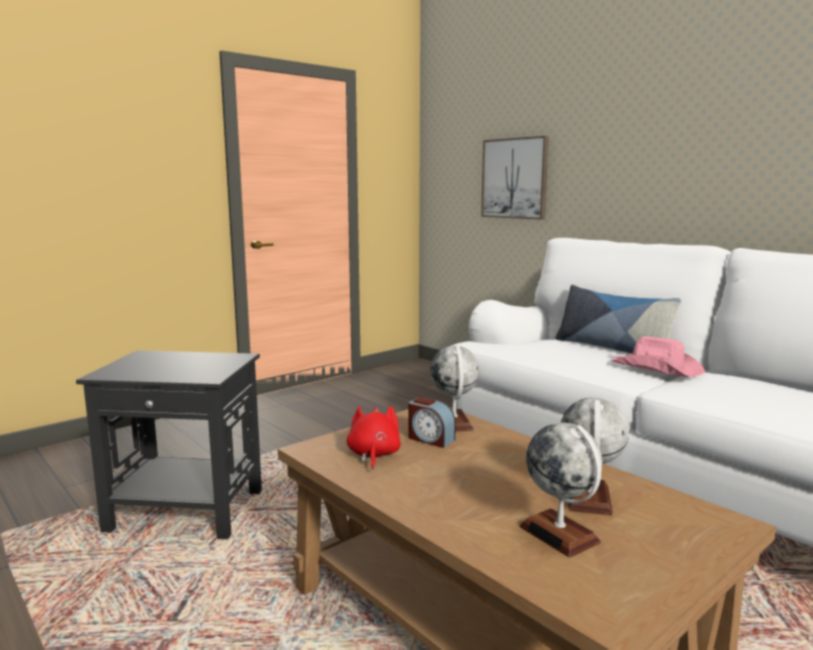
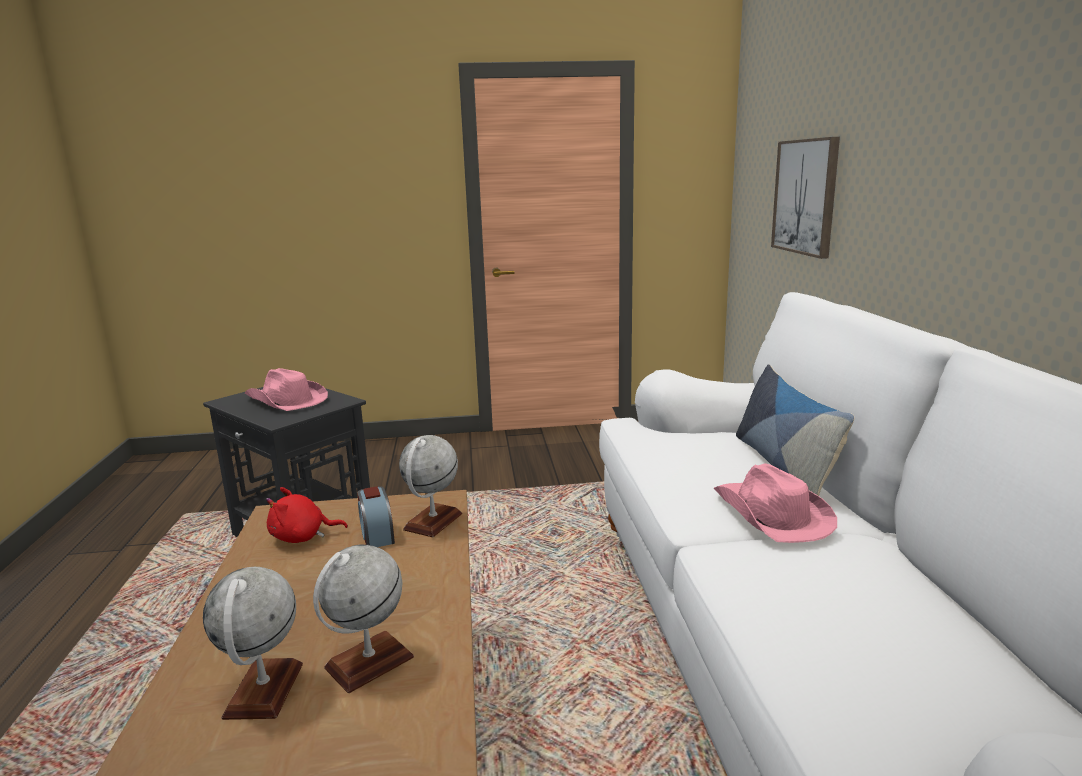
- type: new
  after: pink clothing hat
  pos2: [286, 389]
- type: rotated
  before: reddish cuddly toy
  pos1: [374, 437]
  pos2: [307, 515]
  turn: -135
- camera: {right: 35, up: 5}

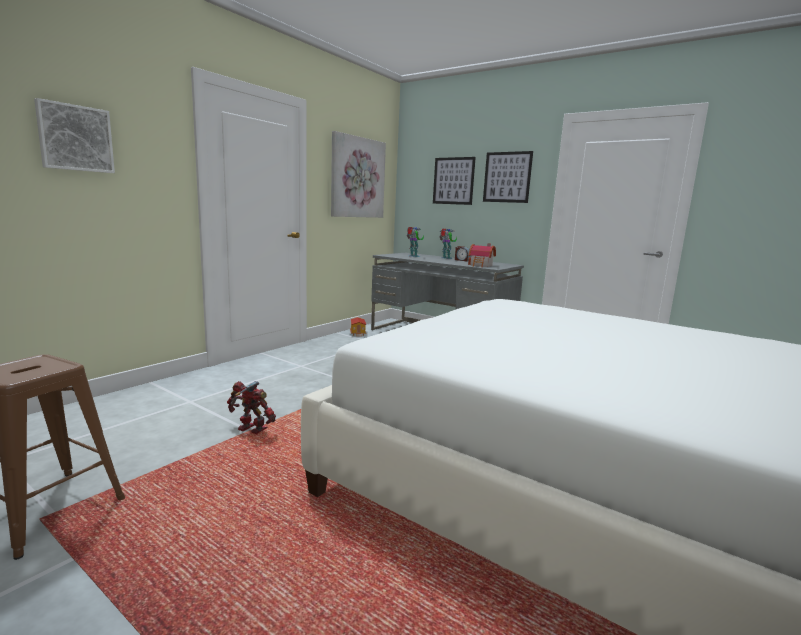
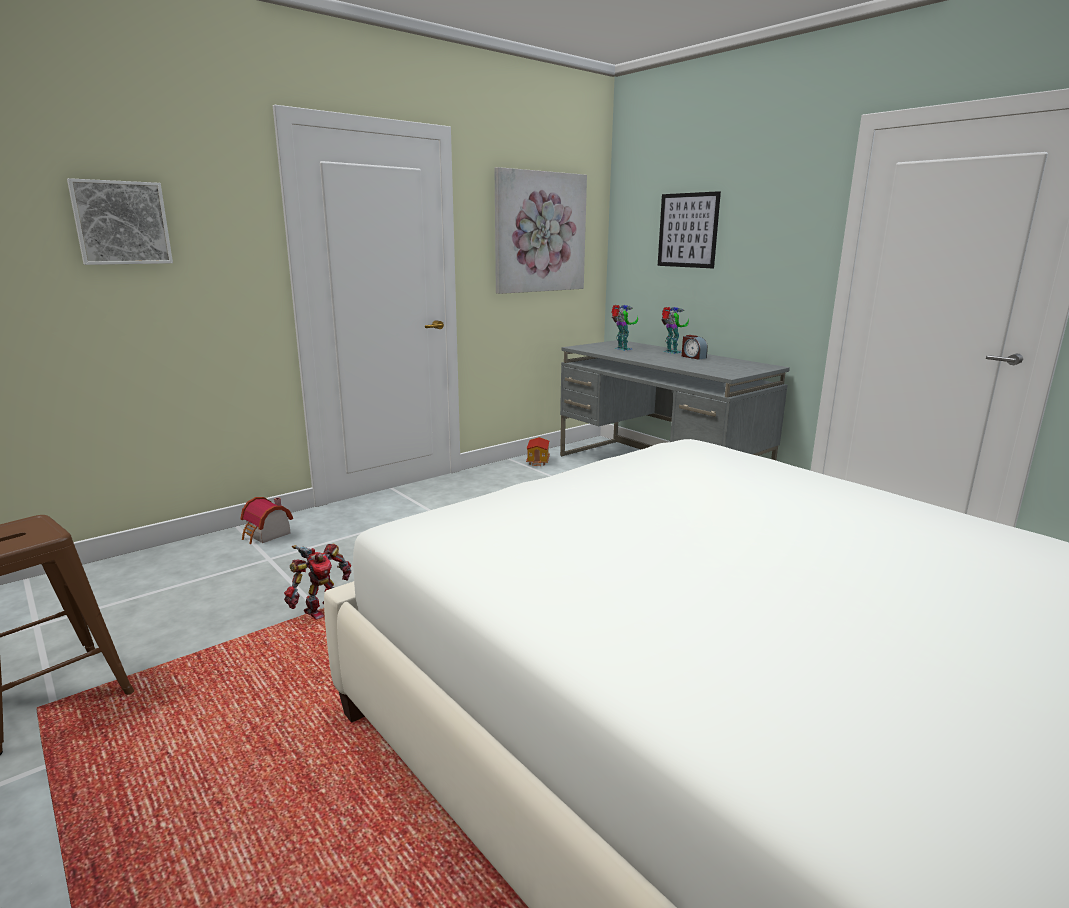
- type: gone
  before: wall picture
  pos1: [508, 177]
- type: shifted
  before: miniature house
  pos1: [482, 255]
  pos2: [267, 520]
- type: rotated
  before: model robot
  pos1: [251, 407]
  pos2: [317, 582]
  turn: 90
- camera: {right: 15, up: 5}

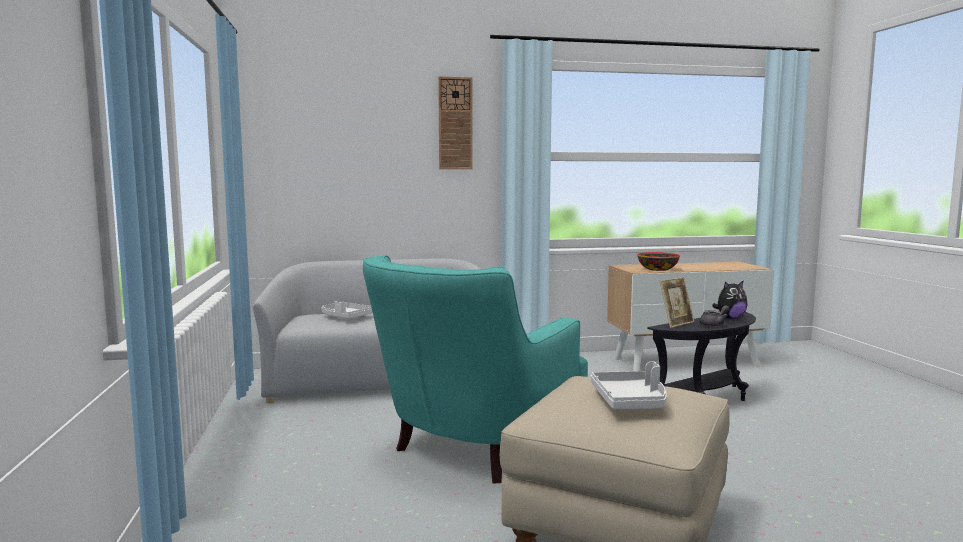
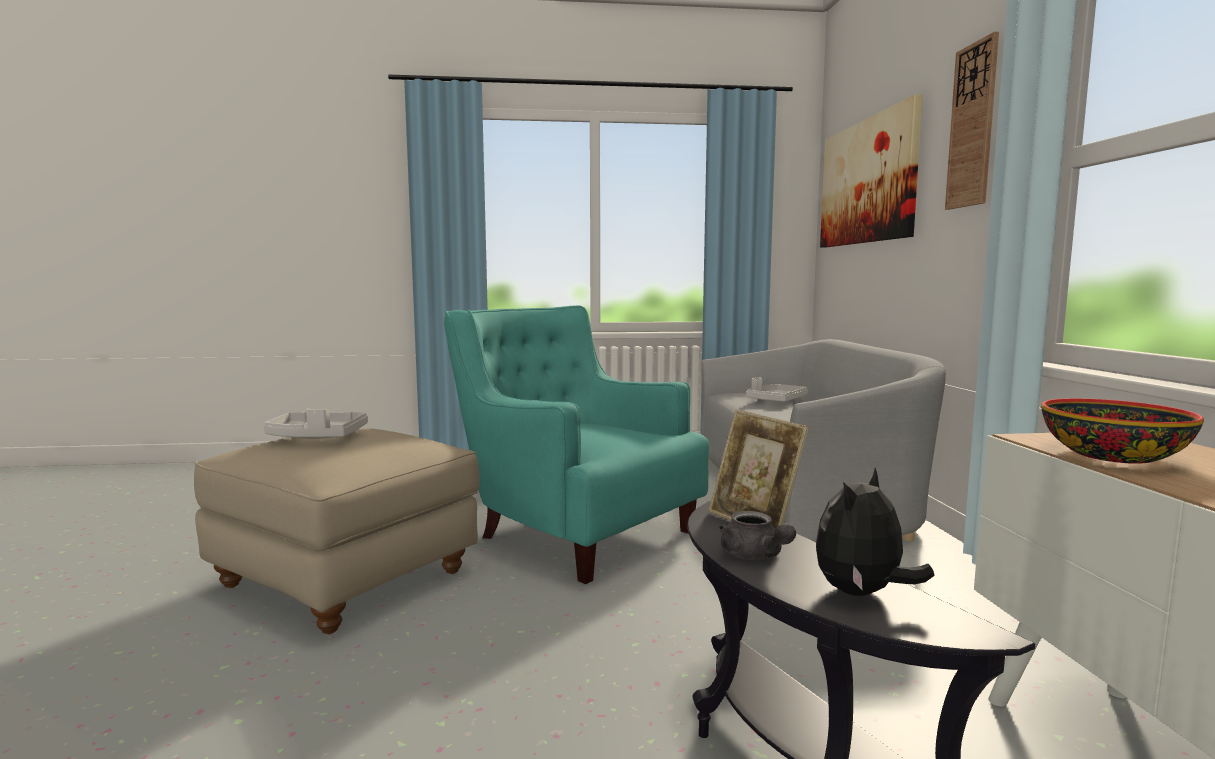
- type: new
  after: wall picture
  pos2: [871, 171]
- type: rotated
  before: cuddly toy
  pos1: [729, 299]
  pos2: [875, 532]
  turn: 60
- camera: {right: 95, up: 0}

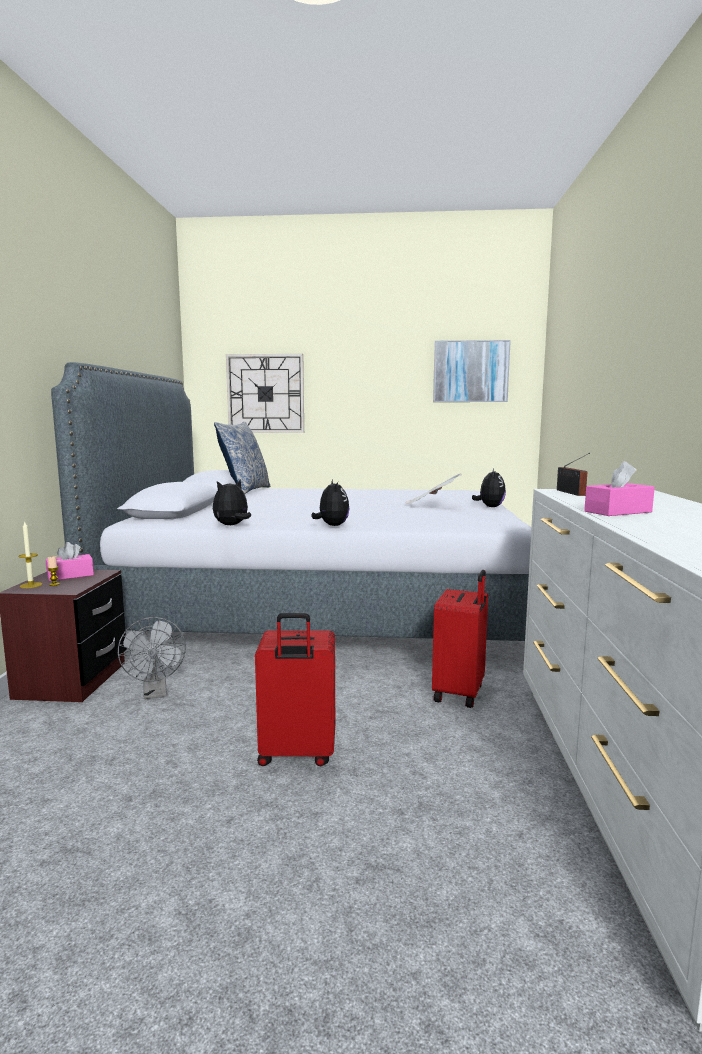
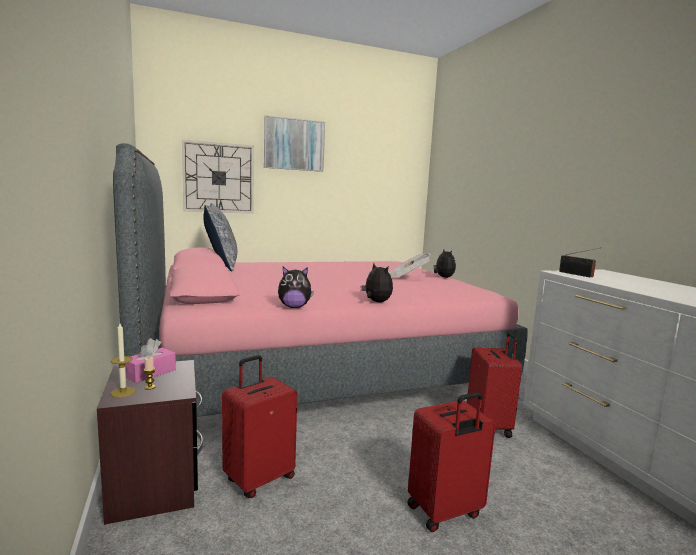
- type: gone
  before: pink box of tissues
  pos1: [619, 488]
- type: shifted
  before: wall picture
  pos1: [472, 371]
  pos2: [294, 143]
- type: swapped
  before: grey electric fan
  after: reddish suitcase
  pos1: [152, 658]
  pos2: [259, 426]
- type: repainted
  before: grey sleeping bed
  after: pink sleeping bed
  pos1: [291, 501]
  pos2: [320, 280]
- type: rotated
  before: cuddly toy
  pos1: [232, 502]
  pos2: [296, 287]
  turn: -120
- camera: {right: -25, up: 0}

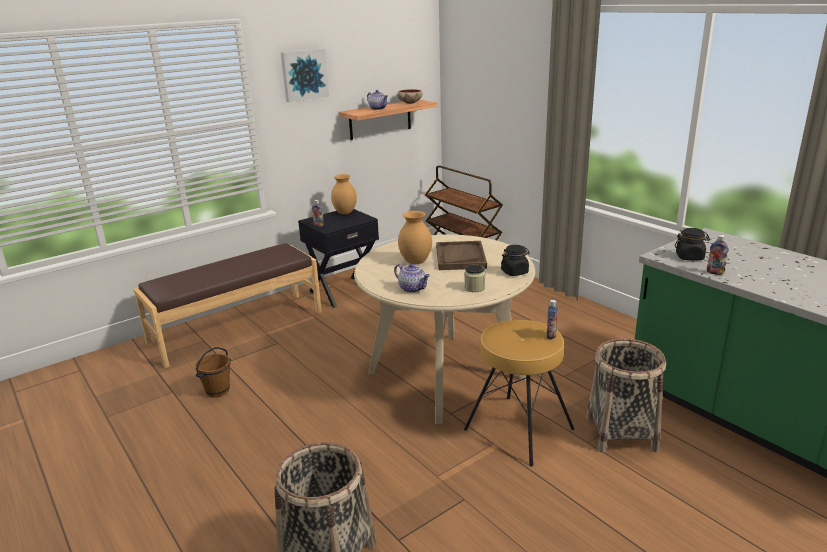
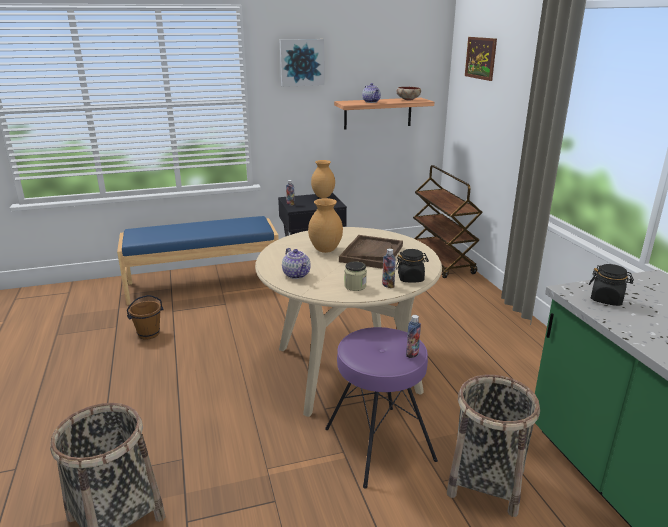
- type: new
  after: wall picture
  pos2: [481, 59]
- type: shifted
  before: bottle
  pos1: [718, 255]
  pos2: [389, 268]
- type: repainted
  before: brown-coloured indoor bench
  after: blue indoor bench
  pos1: [227, 305]
  pos2: [198, 260]
- type: repainted
  before: brown-coloured stool seat
  after: purple-coloured stool seat
  pos1: [519, 393]
  pos2: [381, 408]
- camera: {right: 20, up: 0}

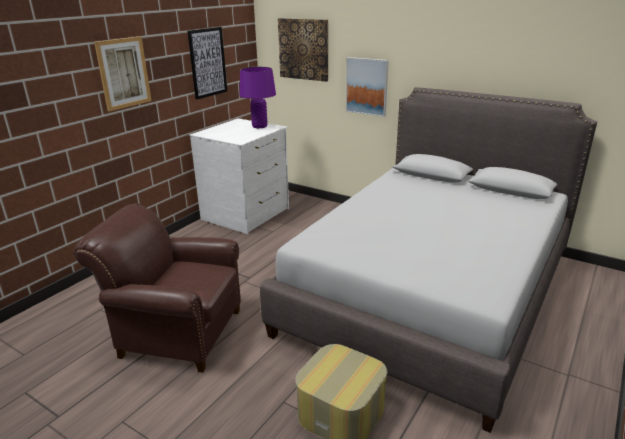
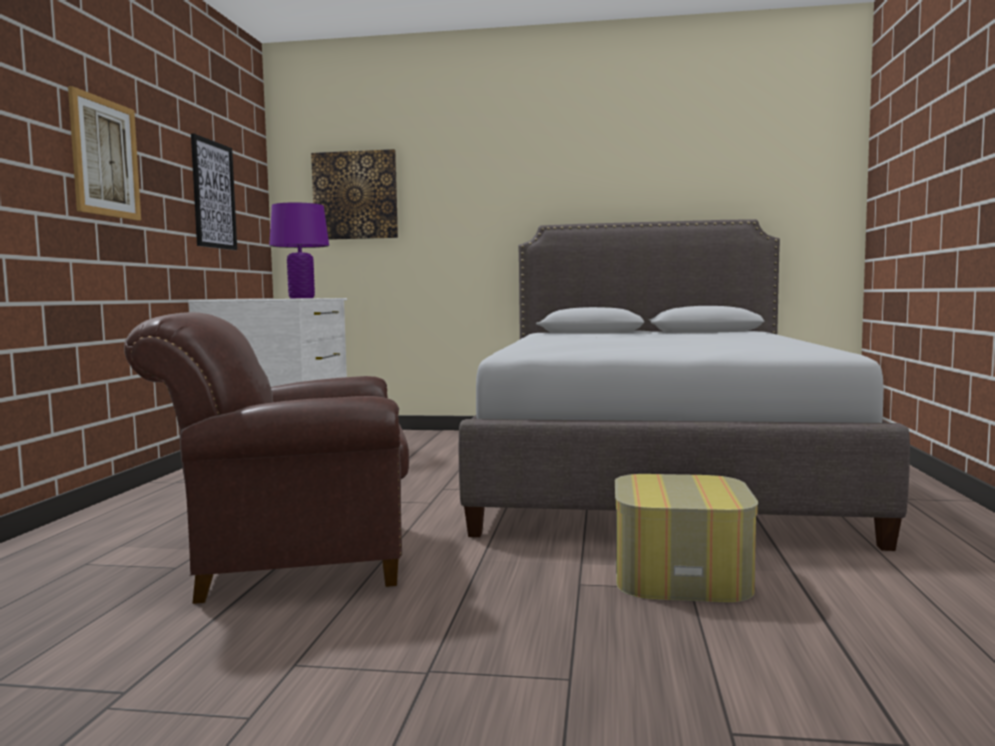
- type: gone
  before: wall picture
  pos1: [367, 87]
- camera: {right: -25, up: -20}

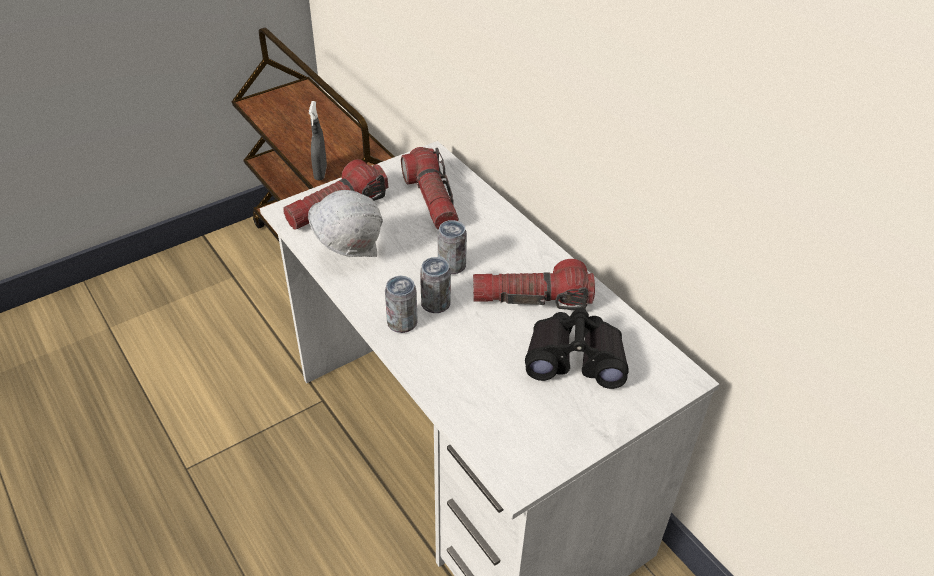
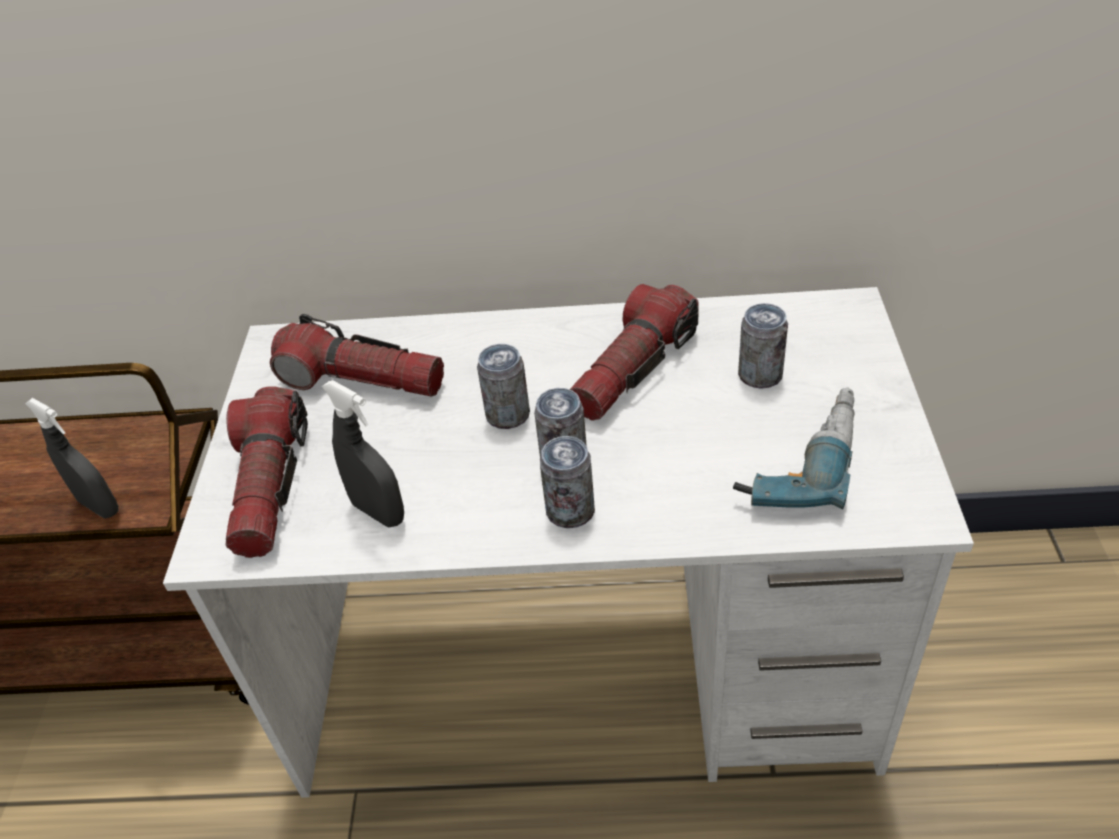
- type: new
  after: drill
  pos2: [793, 448]
- type: swapped
  before: white hard hat
  after: grey sprayer
  pos1: [345, 223]
  pos2: [363, 453]
- type: swapped
  before: black pair of binoculars
  after: sealed can
  pos1: [577, 348]
  pos2: [763, 346]
- camera: {right: -50, up: 0}

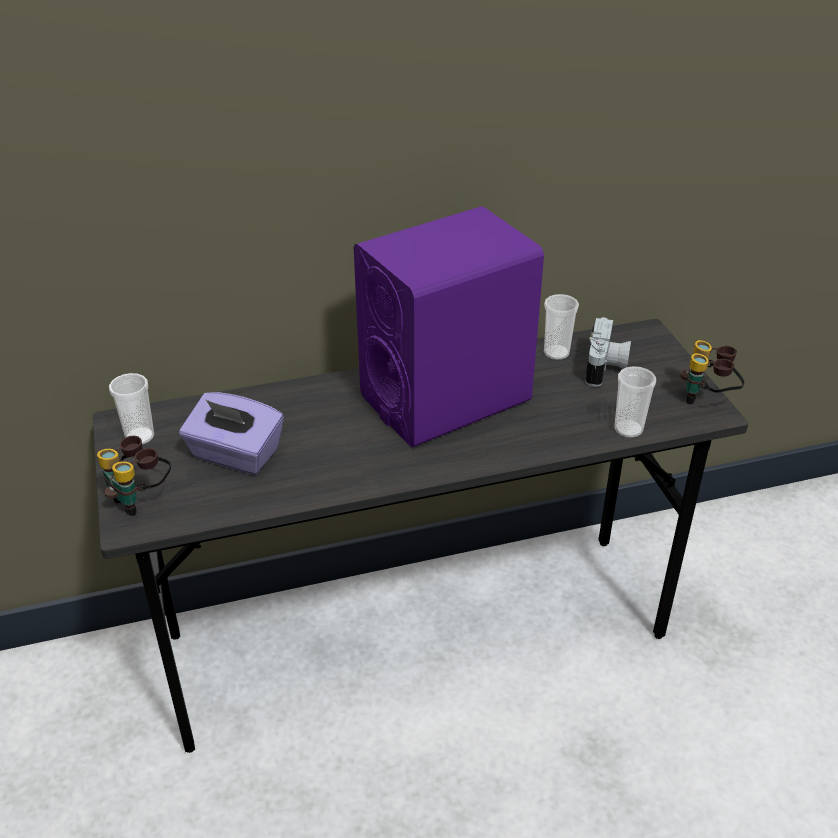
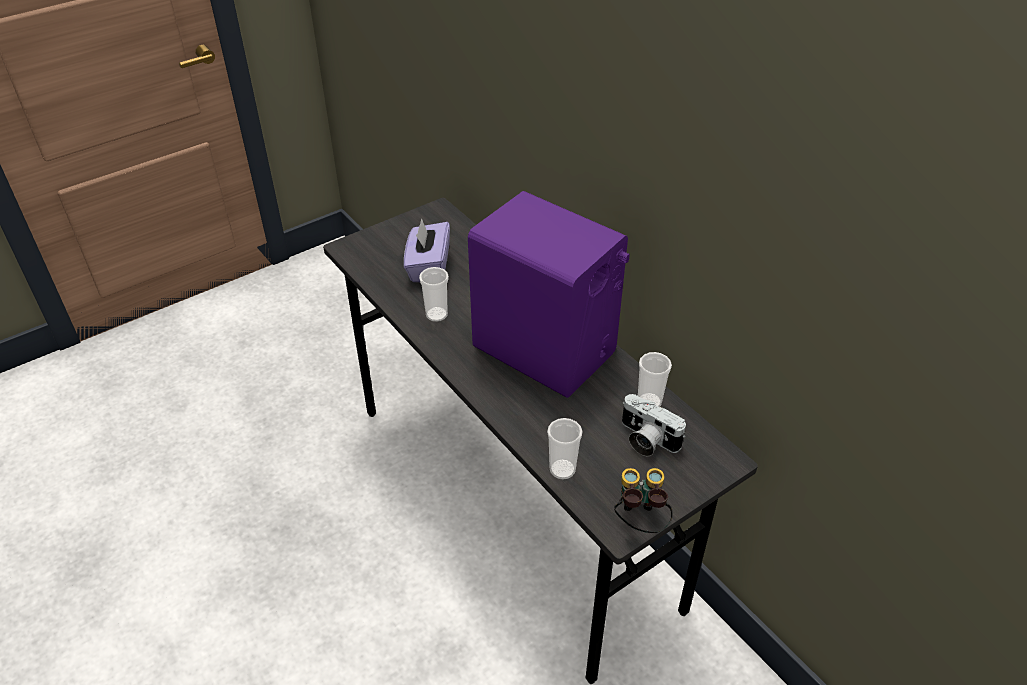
- type: gone
  before: pair of binoculars
  pos1: [134, 476]
- type: shifted
  before: small cup
  pos1: [131, 408]
  pos2: [434, 294]
- type: rotated
  before: still camera
  pos1: [608, 352]
  pos2: [654, 425]
  turn: 45
- camera: {right: 70, up: 5}

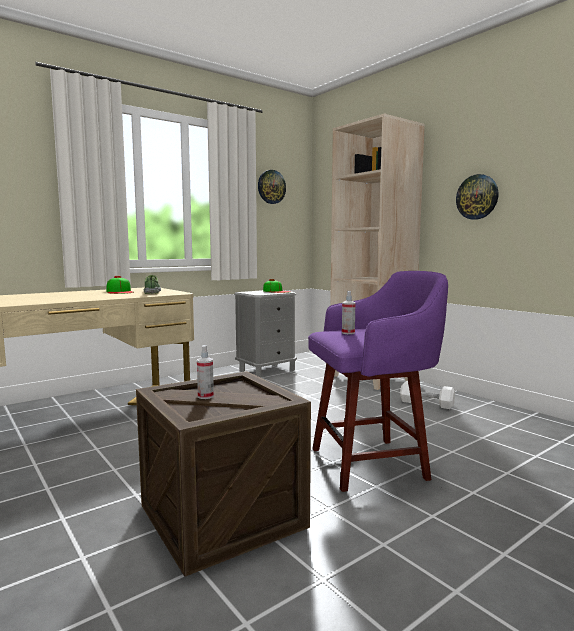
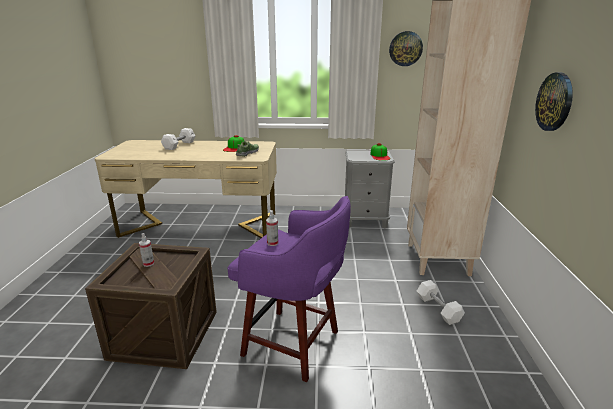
- type: new
  after: white free weight
  pos2: [178, 139]
- camera: {right: 40, up: 15}

